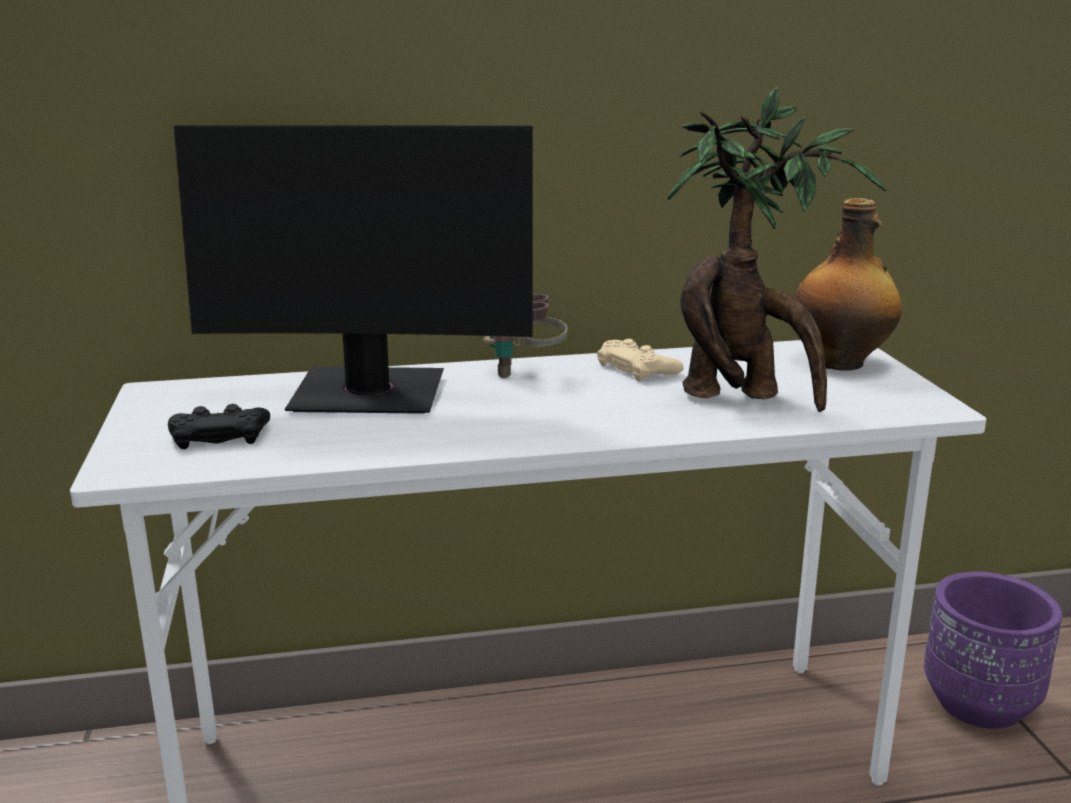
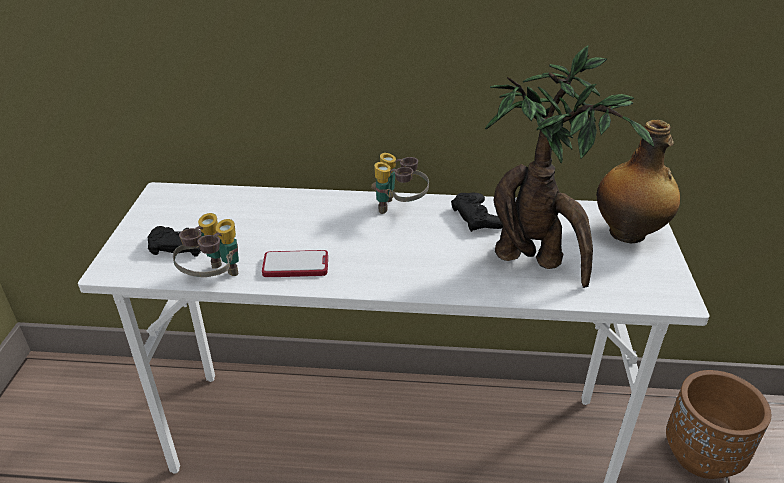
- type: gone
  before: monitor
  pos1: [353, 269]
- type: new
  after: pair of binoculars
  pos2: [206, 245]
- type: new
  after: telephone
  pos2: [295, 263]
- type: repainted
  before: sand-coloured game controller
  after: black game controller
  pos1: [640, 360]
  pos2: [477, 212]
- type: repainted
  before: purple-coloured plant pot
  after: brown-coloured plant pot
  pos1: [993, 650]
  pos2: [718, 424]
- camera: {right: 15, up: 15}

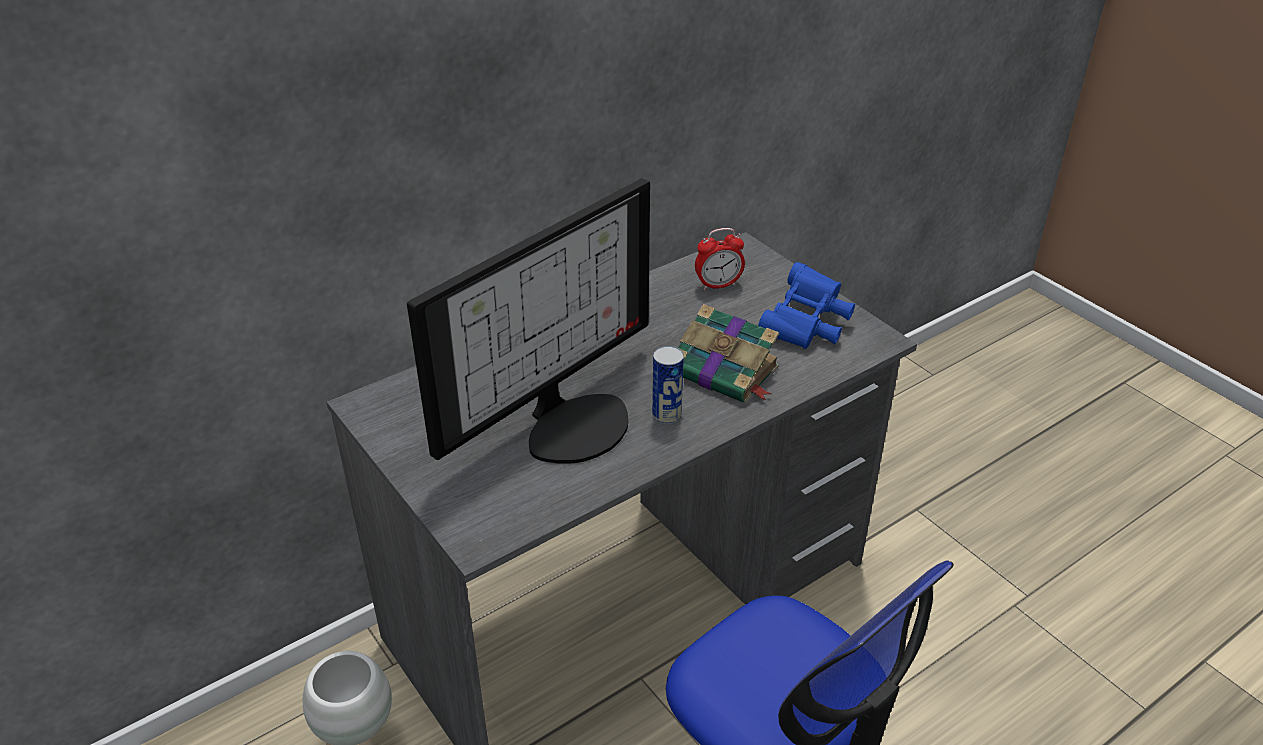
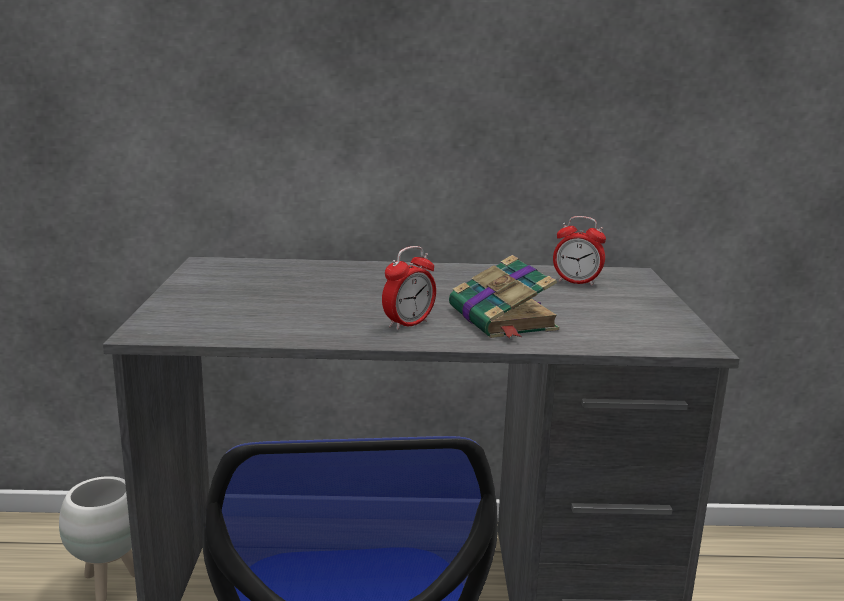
- type: gone
  before: monitor
  pos1: [528, 321]
- type: gone
  before: blue pair of binoculars
  pos1: [806, 305]
- type: swapped
  before: sealed can
  after: table clock
  pos1: [668, 385]
  pos2: [409, 288]
- camera: {right: 35, up: -20}

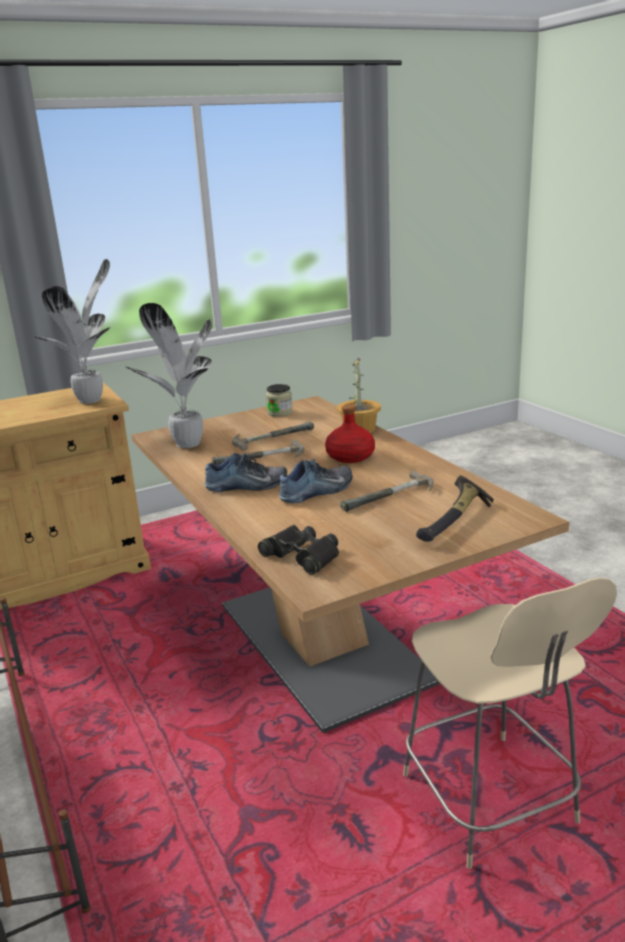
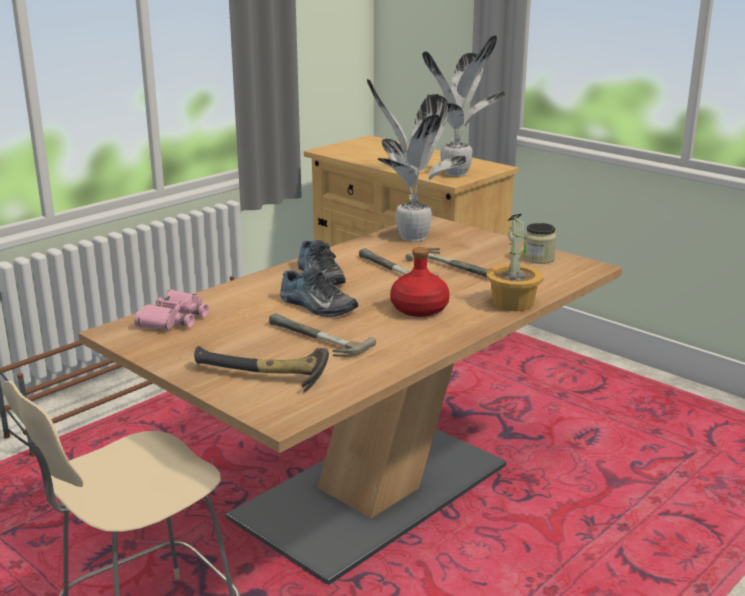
- type: repainted
  before: black pair of binoculars
  after: pink pair of binoculars
  pos1: [298, 550]
  pos2: [171, 309]
- camera: {right: 70, up: 0}

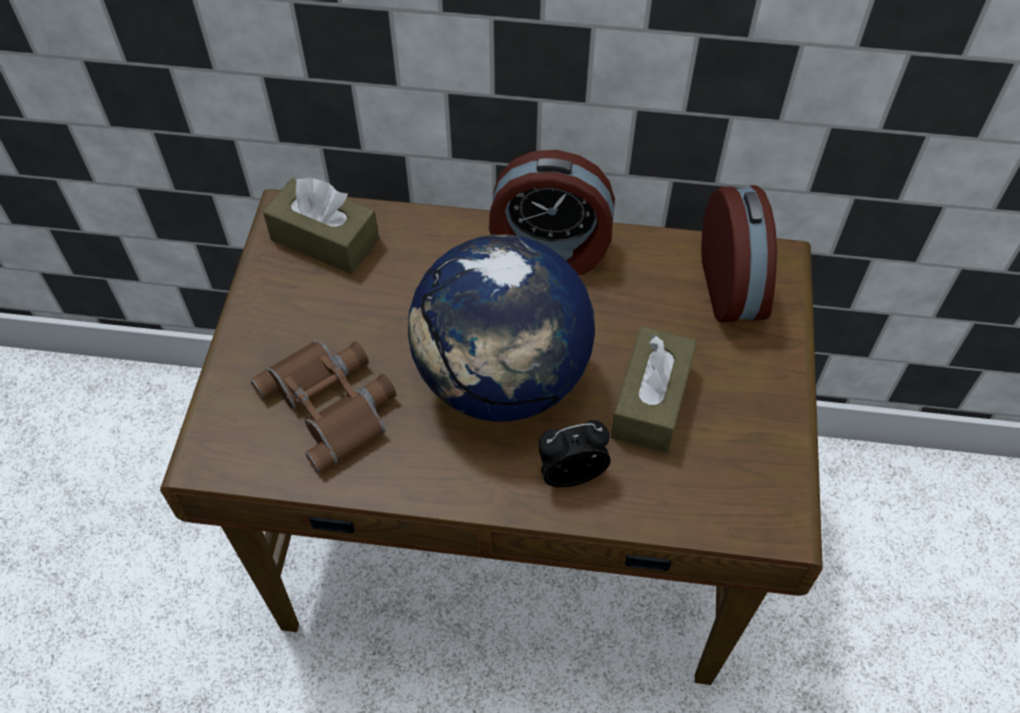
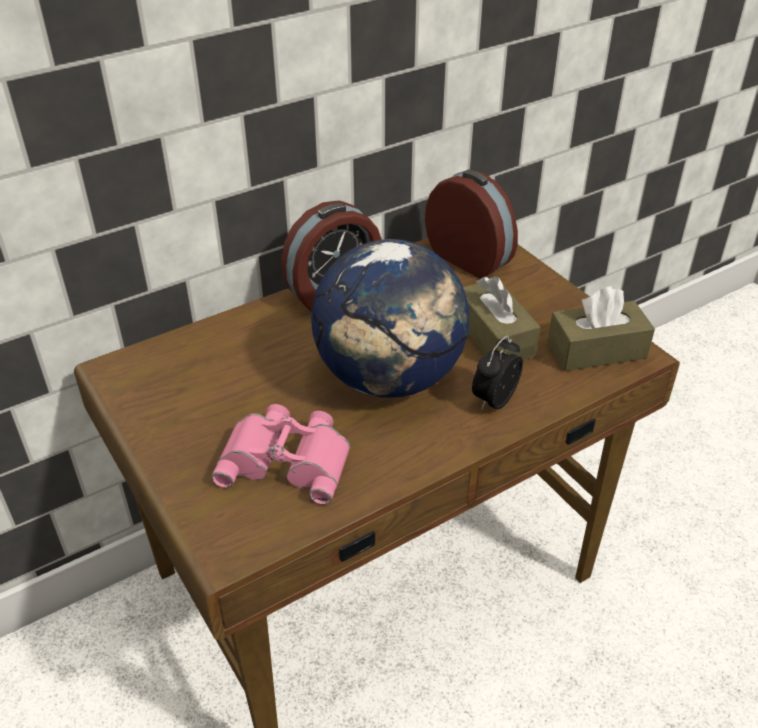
- type: shifted
  before: brown-coloured box of tissues
  pos1: [321, 226]
  pos2: [601, 328]
- type: repainted
  before: brown-coloured pair of binoculars
  after: pink pair of binoculars
  pos1: [323, 406]
  pos2: [280, 454]
- camera: {right: -40, up: -15}

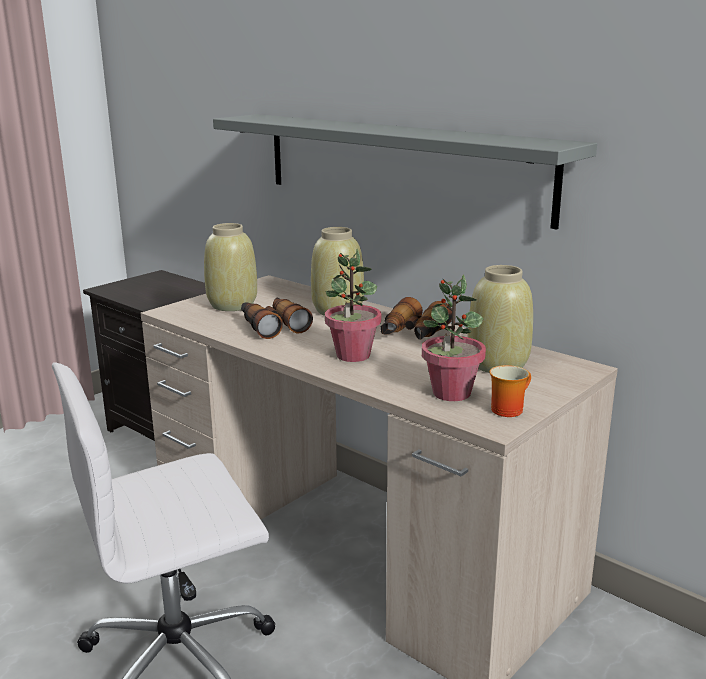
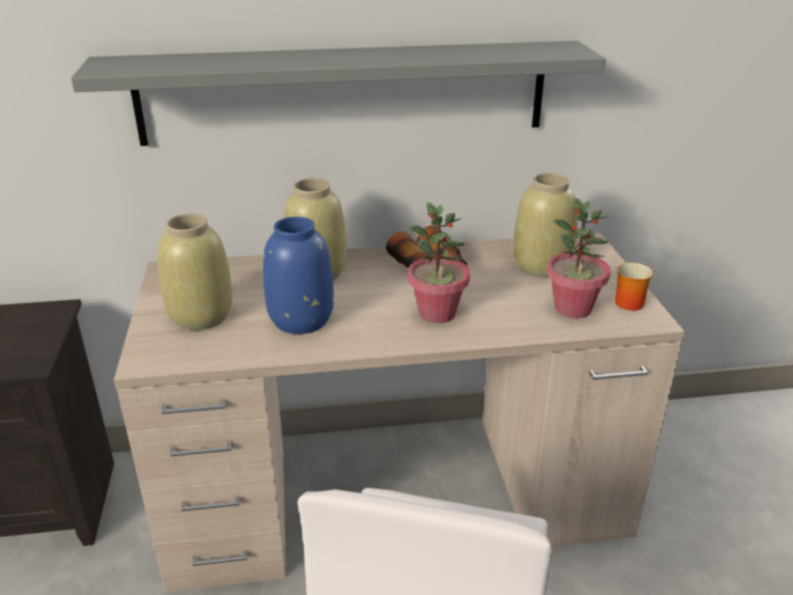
- type: swapped
  before: pair of binoculars
  after: blue flower vase
  pos1: [277, 318]
  pos2: [298, 275]
- camera: {right: -50, up: 10}

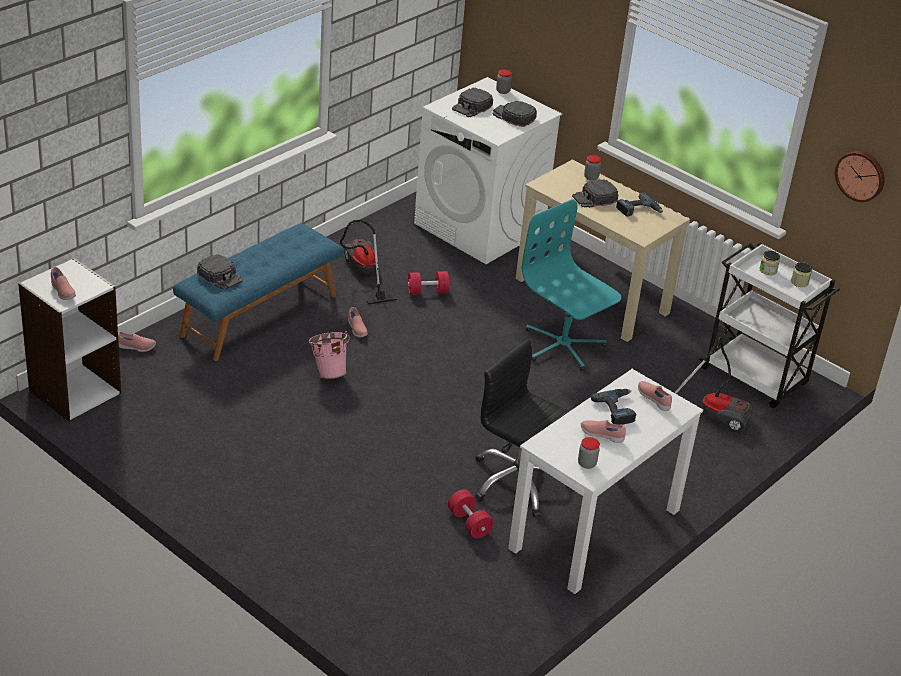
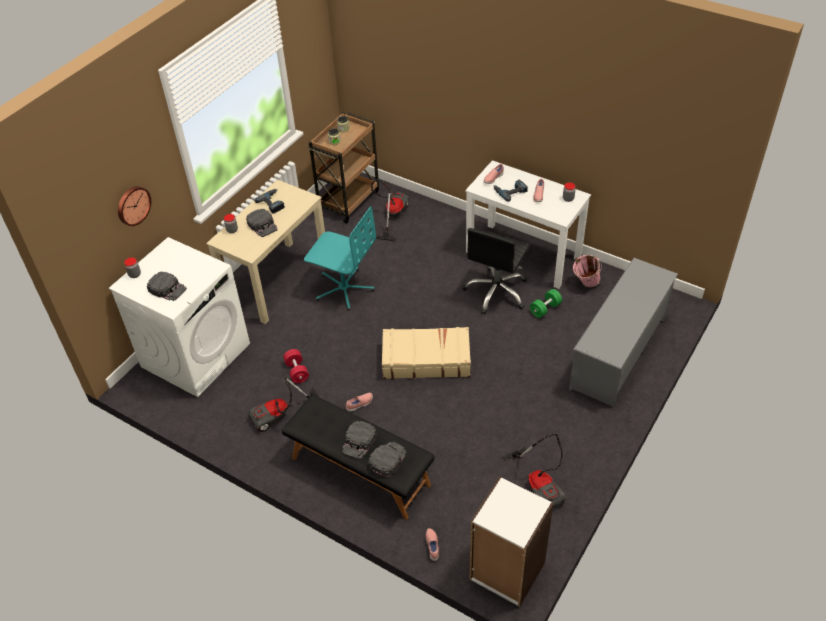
- type: gone
  before: pink item of footwear
  pos1: [63, 283]
- type: new
  after: sand-coloured suitcase
  pos2: [426, 353]
- type: new
  after: hoover
  pos2: [534, 470]
- type: new
  after: grey shoe rack
  pos2: [623, 332]
- type: shifted
  before: pink water bucket
  pos1: [329, 355]
  pos2: [587, 271]
- type: shifted
  before: black peaked cap
  pos1: [515, 114]
  pos2: [359, 440]
- type: shifted
  before: clock on the wall
  pos1: [860, 176]
  pos2: [134, 206]
- type: repainted
  before: blue indoor bench
  after: black indoor bench
  pos1: [258, 292]
  pos2: [358, 457]
- type: repainted
  before: reddish free weight
  after: green free weight
  pos1: [471, 513]
  pos2: [546, 303]
- type: repainted
  before: white cart
  after: brown-coloured cart
  pos1: [769, 325]
  pos2: [343, 167]
- type: rotated
  before: turquoise-coloured office chair
  pos1: [572, 285]
  pos2: [340, 258]
  turn: -105
- camera: {right: -95, up: 10}

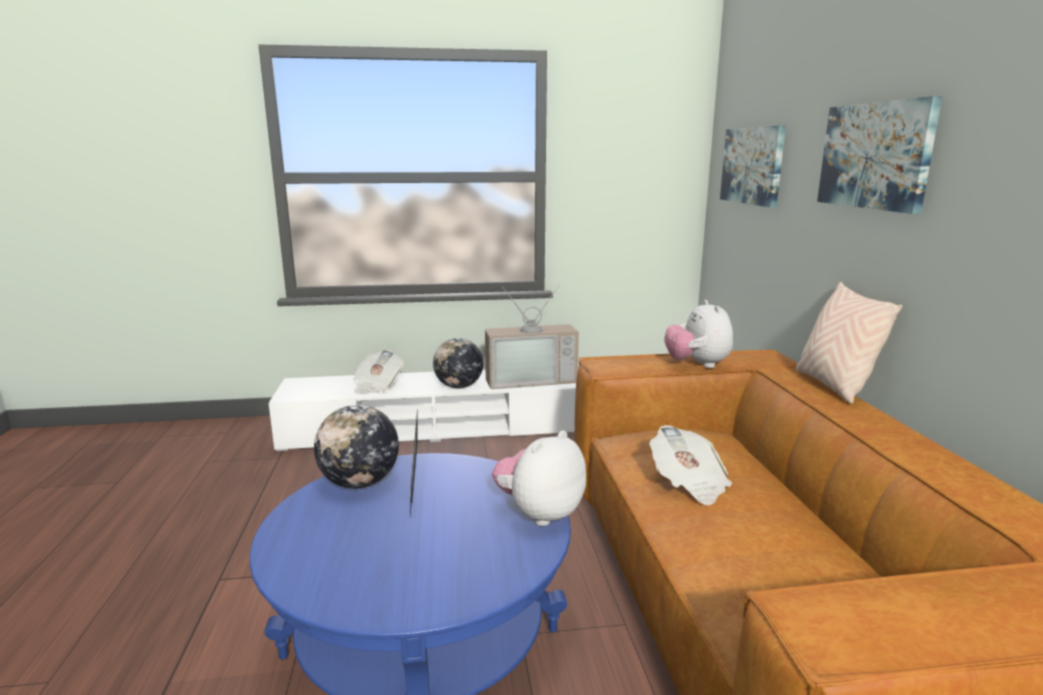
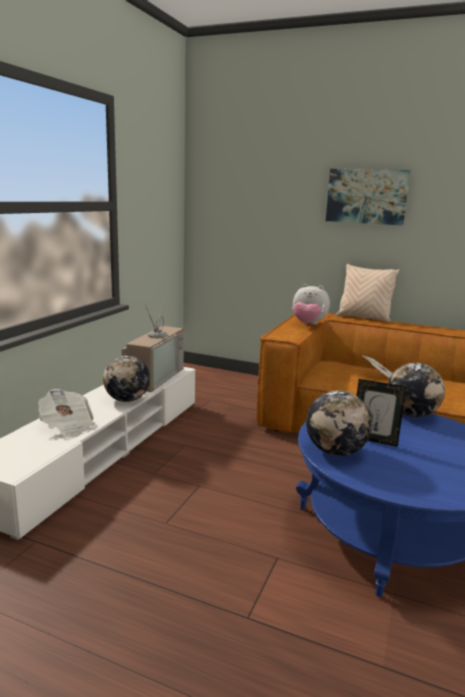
- type: gone
  before: wall picture
  pos1: [753, 166]
- type: swapped
  before: cuddly toy
  after: world globe
  pos1: [539, 478]
  pos2: [416, 390]
- camera: {right: -60, up: 0}

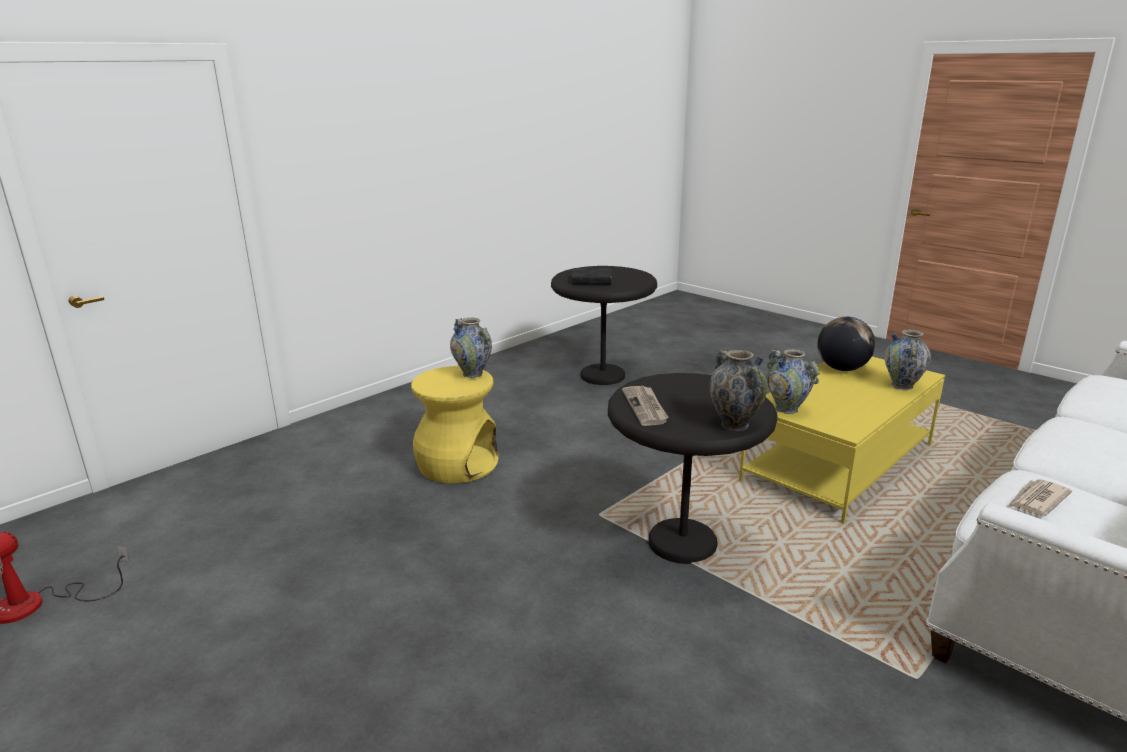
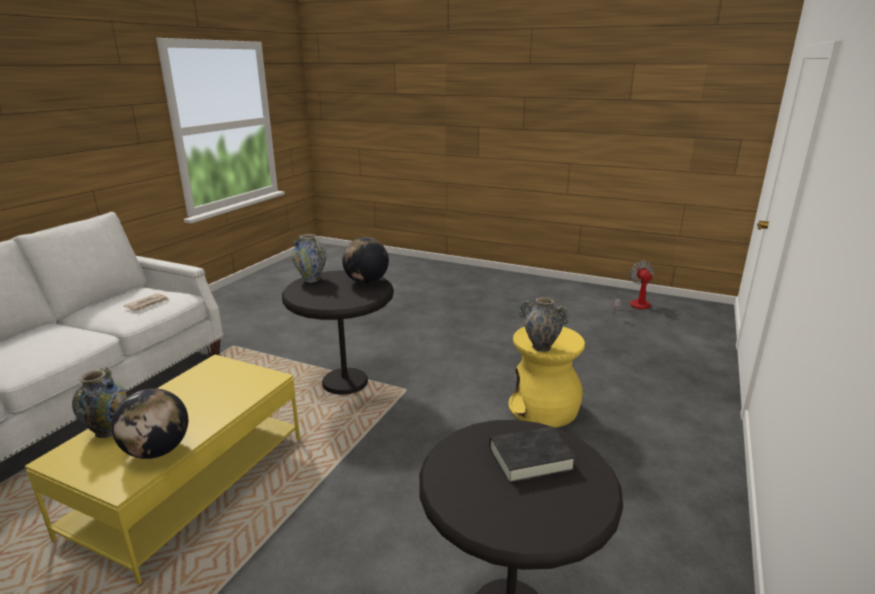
- type: gone
  before: flower vase
  pos1: [793, 381]
- type: swapped
  before: printed paper
  after: world globe
  pos1: [645, 406]
  pos2: [365, 260]
- camera: {right: 160, up: 0}

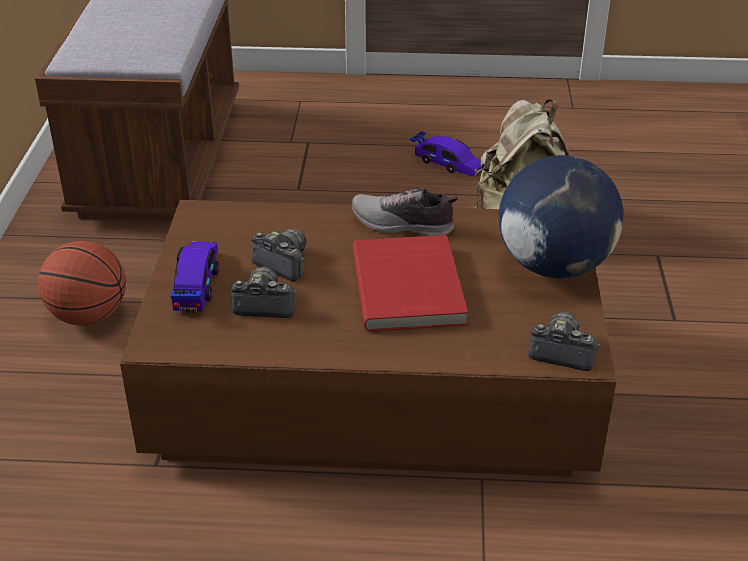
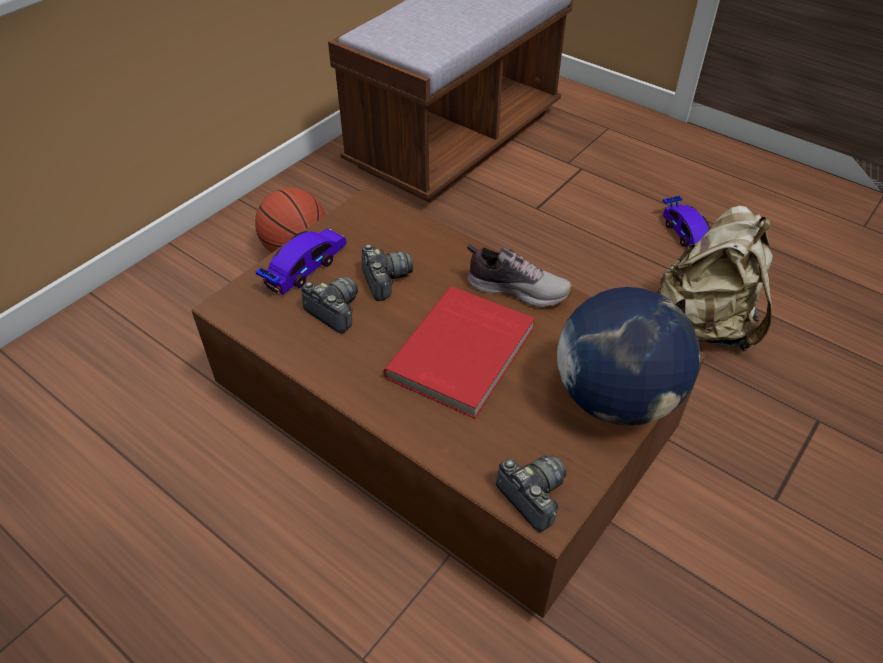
- type: rotated
  before: item of footwear
  pos1: [405, 211]
  pos2: [519, 275]
  turn: 150
- camera: {right: 35, up: 10}

